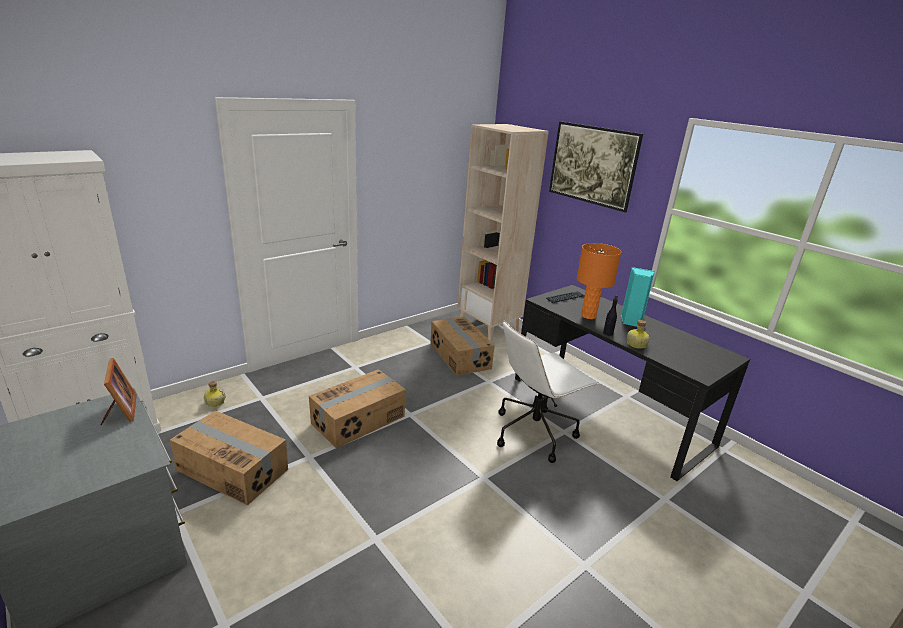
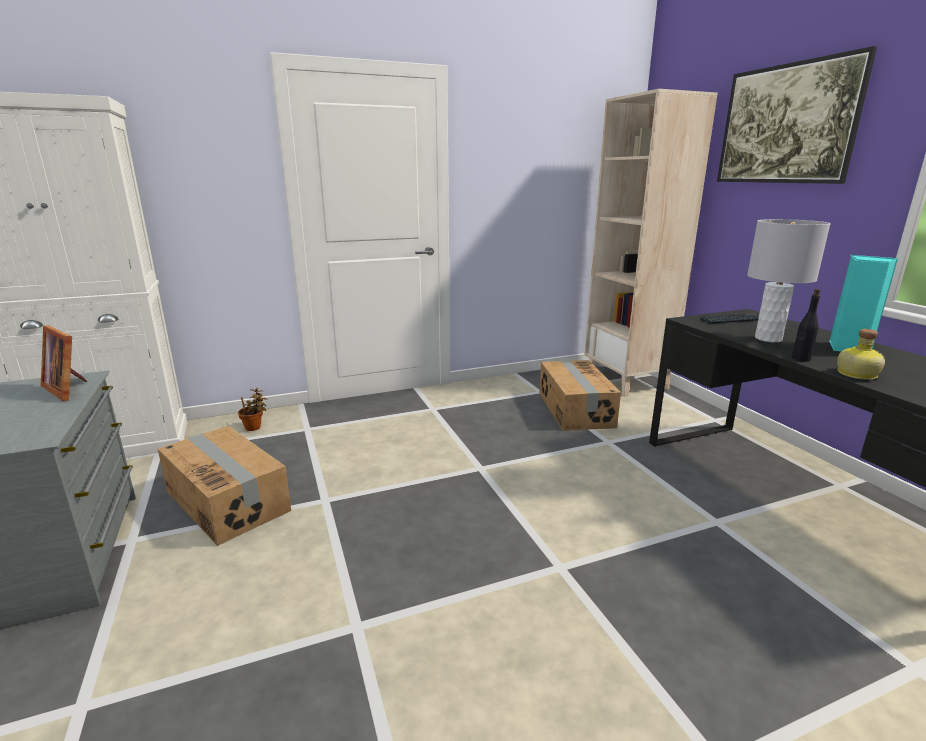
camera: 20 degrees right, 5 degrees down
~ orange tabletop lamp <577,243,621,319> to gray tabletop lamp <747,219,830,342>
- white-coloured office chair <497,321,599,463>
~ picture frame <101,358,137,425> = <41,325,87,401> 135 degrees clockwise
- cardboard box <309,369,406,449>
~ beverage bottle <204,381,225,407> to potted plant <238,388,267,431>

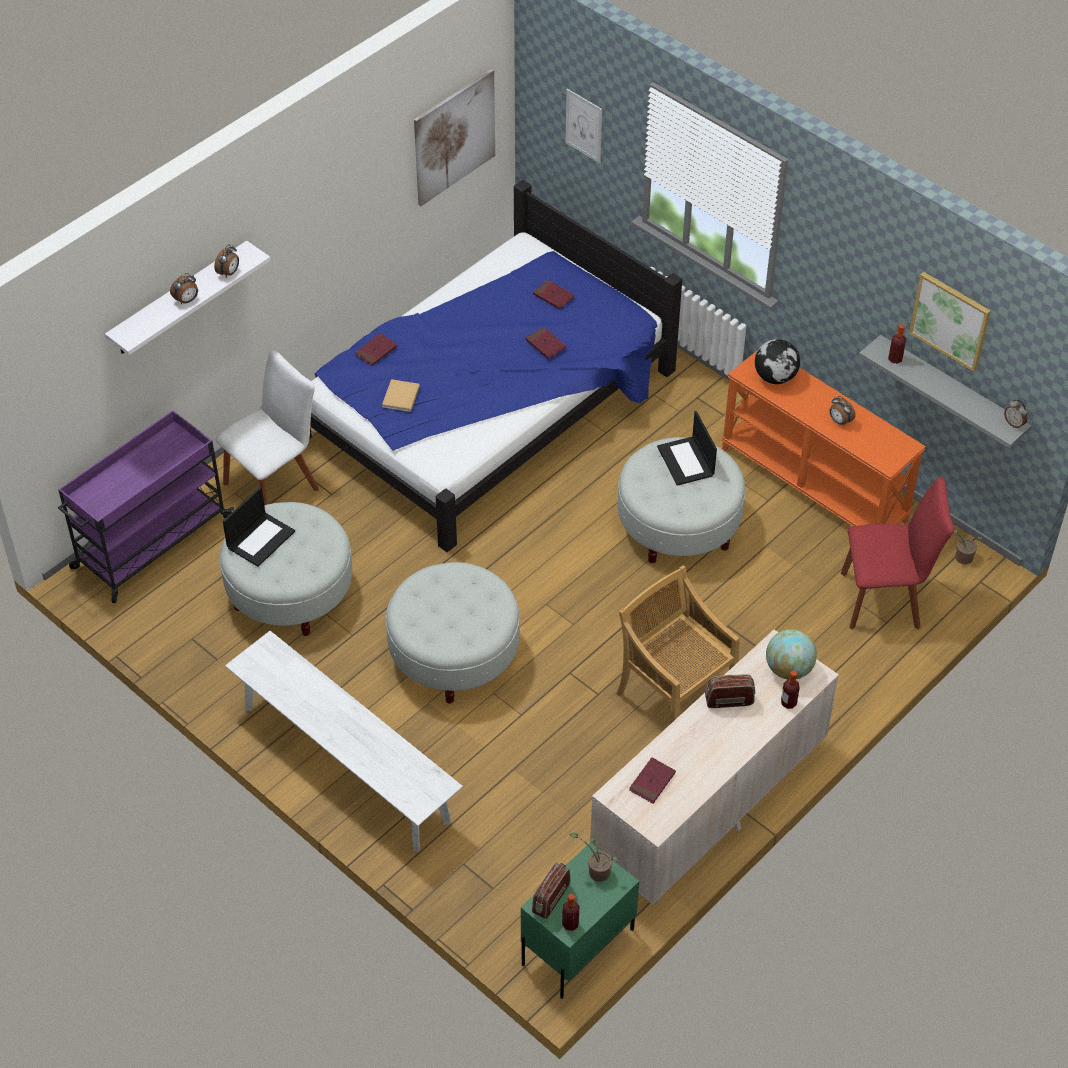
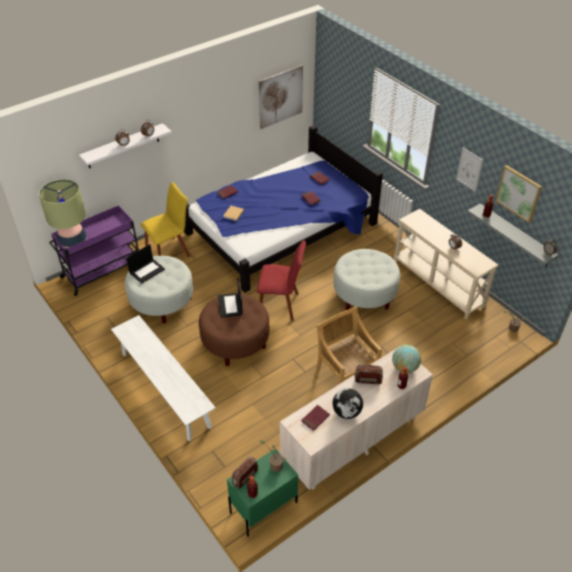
camera: 10 degrees right, 5 degrees down
~ picture <566,89,602,163> to <456,148,483,192>
~ globe <755,339,800,384> to <333,388,363,419>
~ white-coloured plain chair <215,350,319,505> to yellowish plain chair <141,182,190,257>
~ orange narrow table <721,350,926,526> to beige narrow table <394,209,498,319>
~ laptop <657,411,717,486> to <218,278,243,318>
~ red-coloured plain chair <841,477,954,630> to <257,240,306,321>
~ white-coloured pouffe <386,562,520,704> to brownish pouffe <199,294,270,366>
+ tabletop lamp <39,179,87,248>

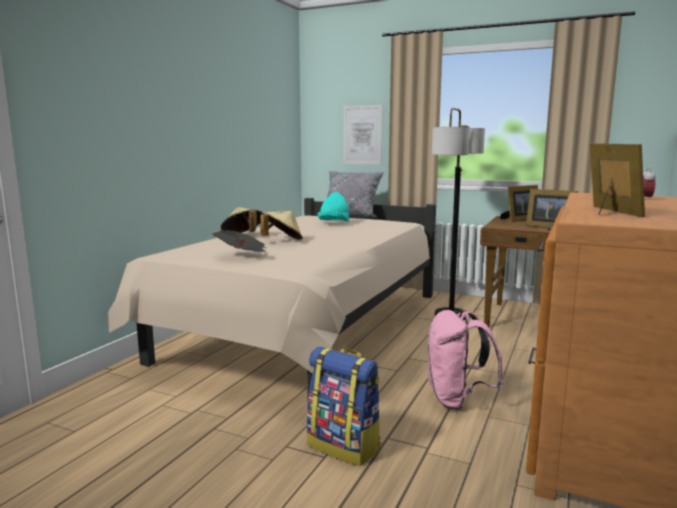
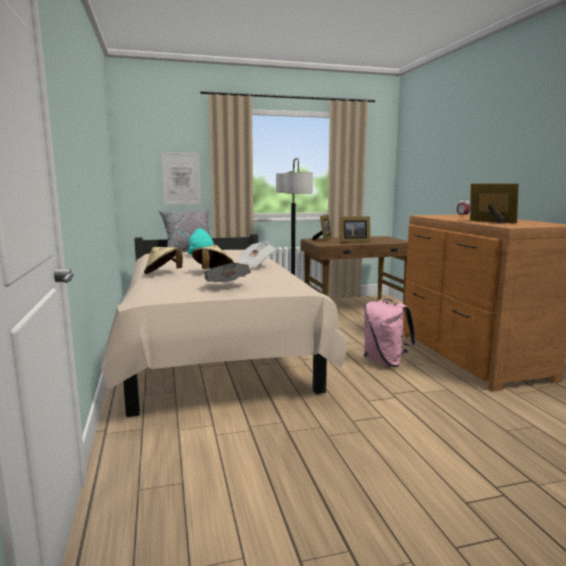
camera: 40 degrees left, 0 degrees up
- knapsack <307,347,380,466>
+ newspaper <237,241,274,268>

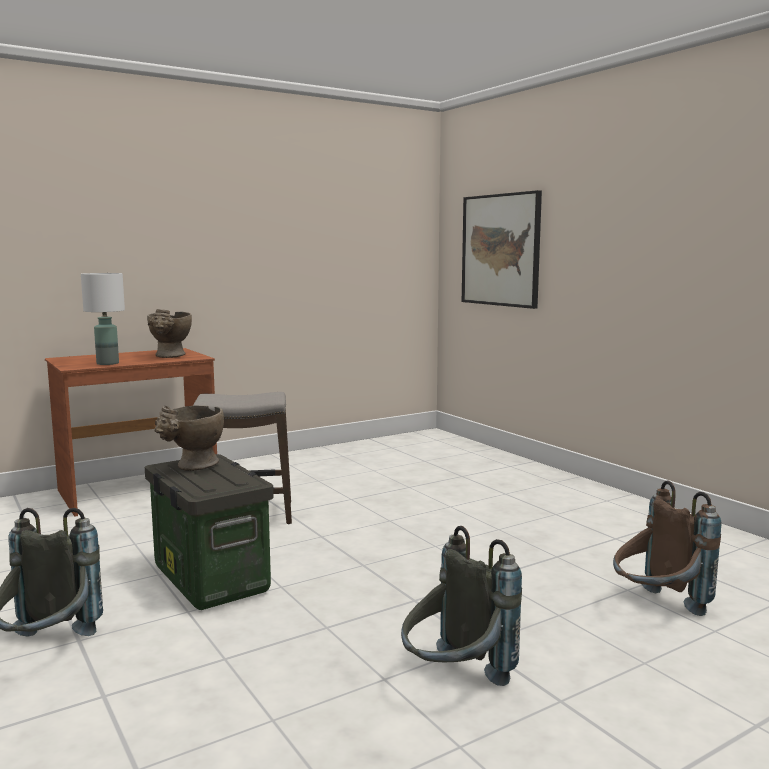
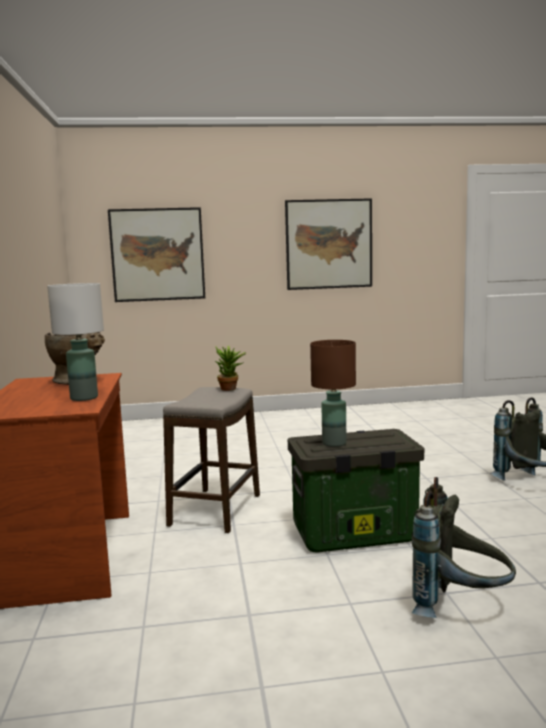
camera: 65 degrees left, 0 degrees up
~ beige vase <154,405,224,471> to brownish tabletop lamp <310,340,356,447>
- brownish knapsack <613,481,721,616>
+ picture <285,198,372,290>
+ potted plant <215,346,246,391>

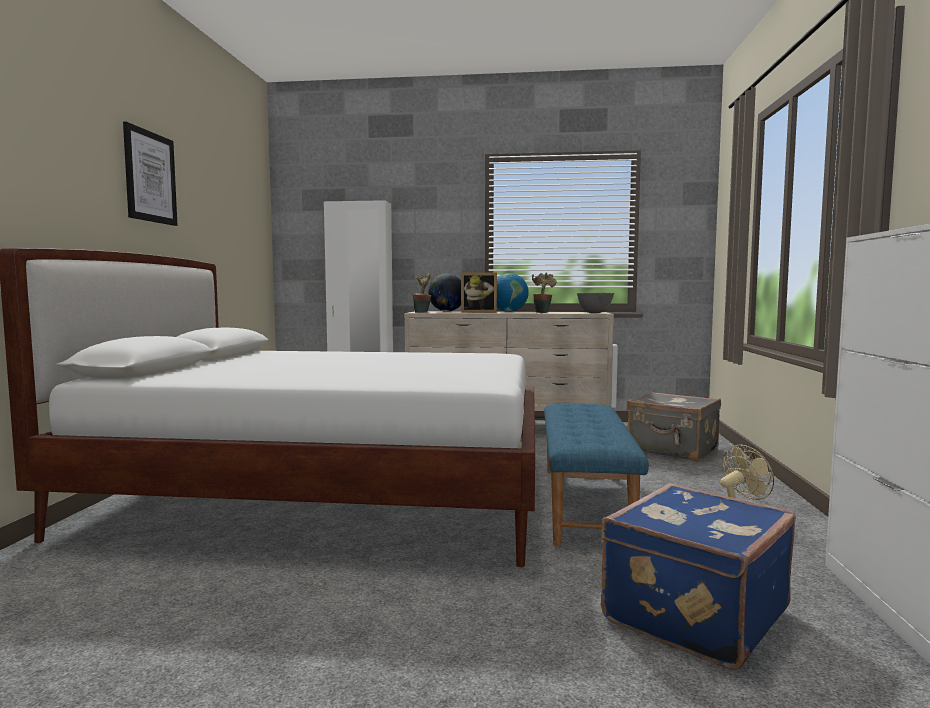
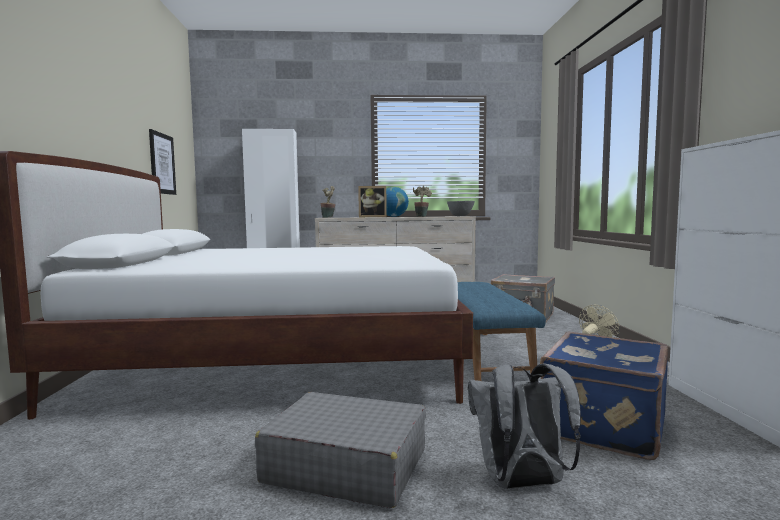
camera: 10 degrees left, 0 degrees up
~ picture <123,121,177,226> to <149,129,176,195>
- globe <428,273,461,312>
+ gray knapsack <468,363,581,489>
+ gray suitcase <255,392,426,508>

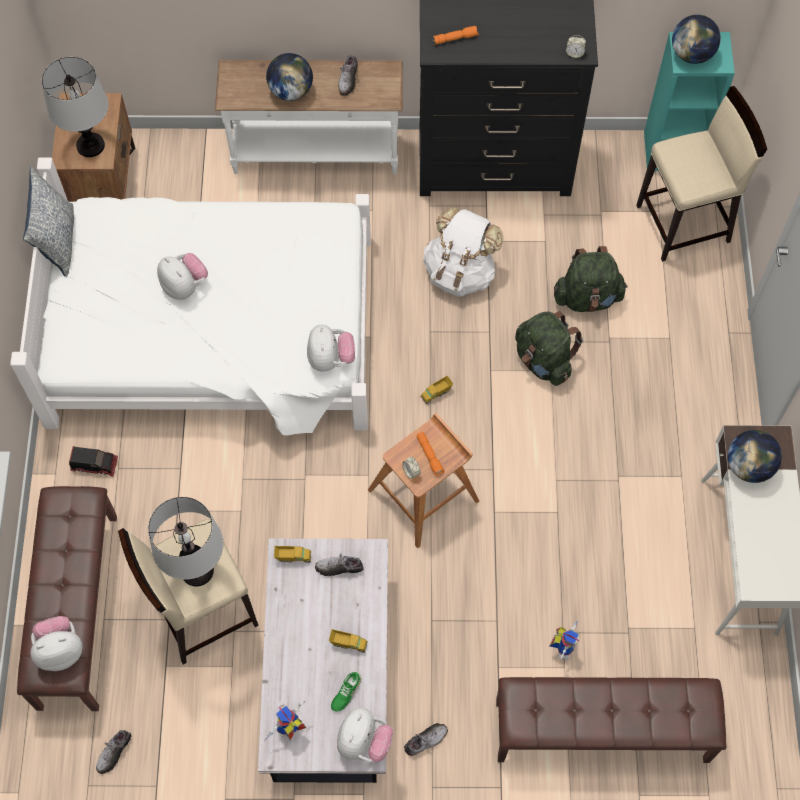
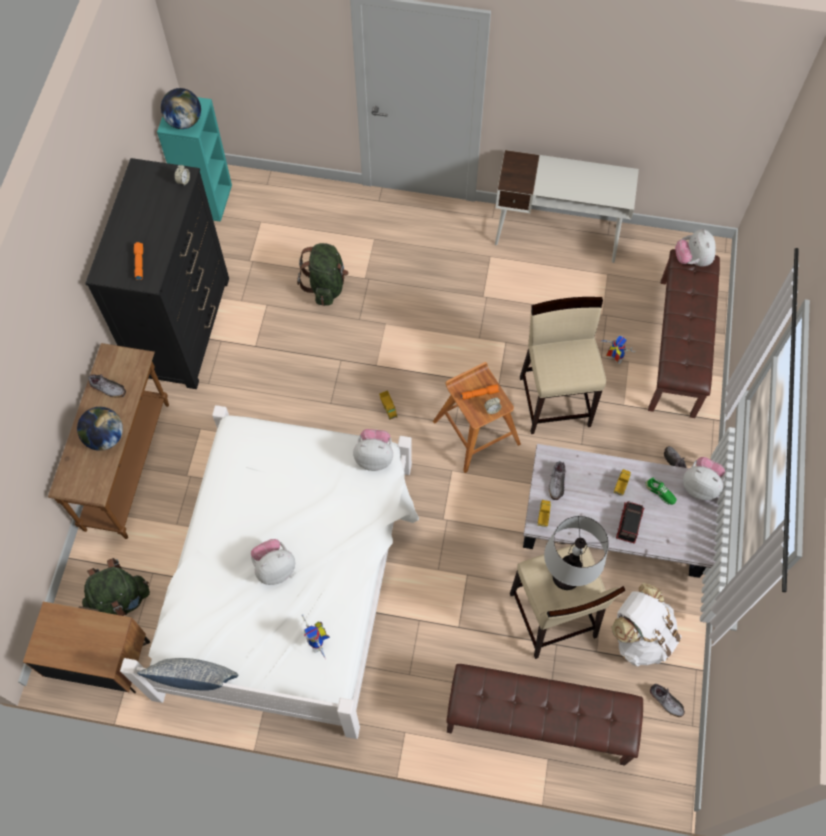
camera: 80 degrees left, 0 degrees up
- tabletop lamp <42,57,108,157>
~ white-coloured narrow table <215,60,403,175> to brownish narrow table <48,343,169,539>
~ beige stool <636,86,767,262> to <520,297,606,434>
~ white-coloured knapsack <423,207,504,297> to <611,583,681,666>
~ green-coloured knapsack <515,311,583,386> to <82,558,150,616>
- globe <728,430,782,483>
~ model truck <69,446,118,477> to <616,501,645,544>
~ plush toy <30,616,82,671> to <675,229,716,267>
~ toy robot <264,700,306,741> to <302,614,330,659>

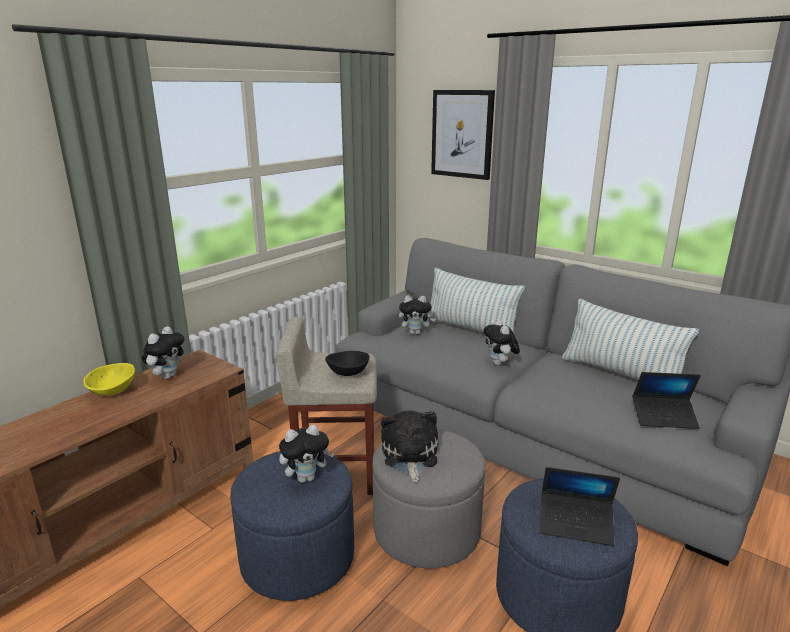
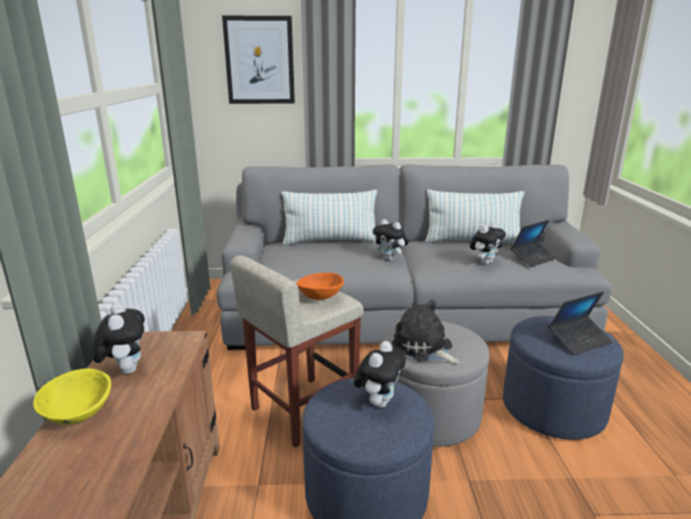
camera: 40 degrees left, 0 degrees up
~ plush toy <399,295,436,335> to <470,222,506,265>
~ blackish deep dish <325,351,370,376> to orange deep dish <296,272,344,300>

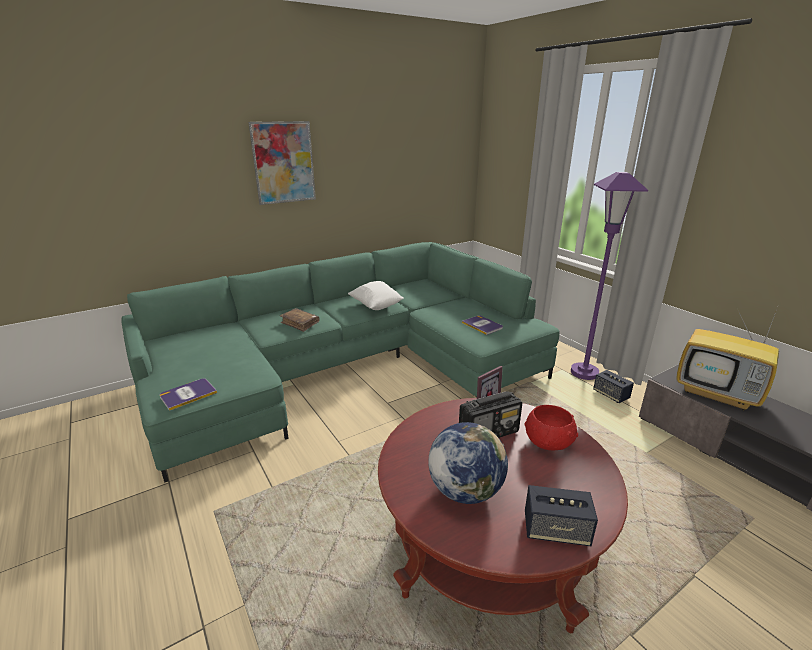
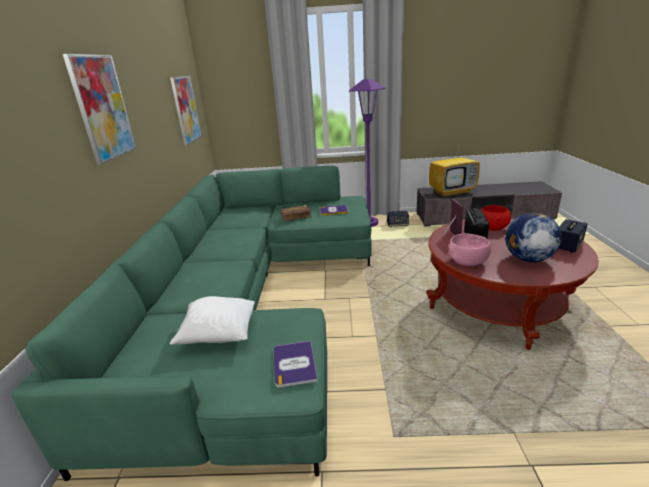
camera: 55 degrees left, 0 degrees up
~ white-coloured cushion <348,281,404,310> to <170,296,255,345>
~ brownish bound book <280,308,319,332> to <280,205,312,222>
+ picture <170,76,202,145>
+ pink deep dish <449,234,491,266>

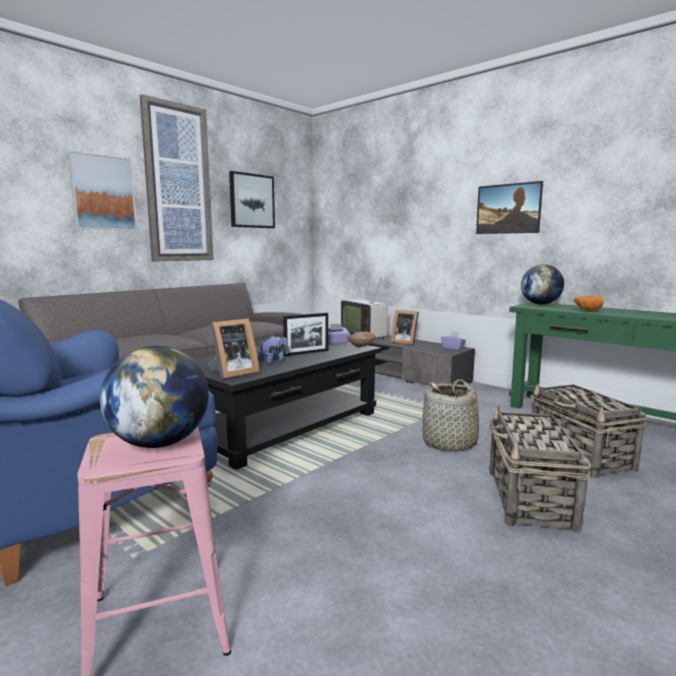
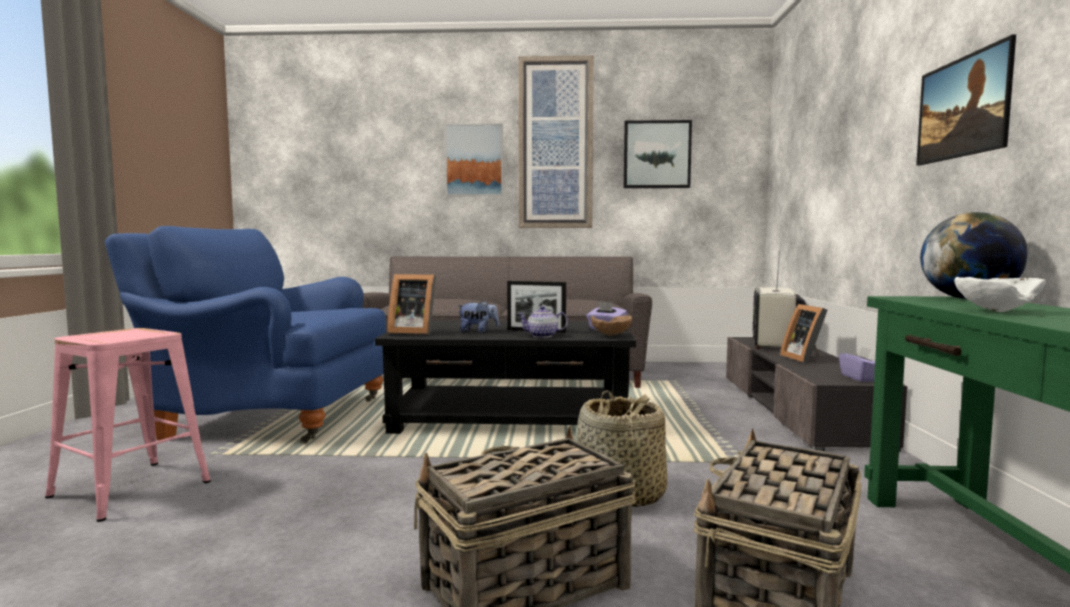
camera: 50 degrees right, 5 degrees down
~ orange deep dish <574,296,604,311> to white-coloured deep dish <954,277,1046,312>
- globe <100,346,209,448>
+ pot for tea <518,306,568,338>

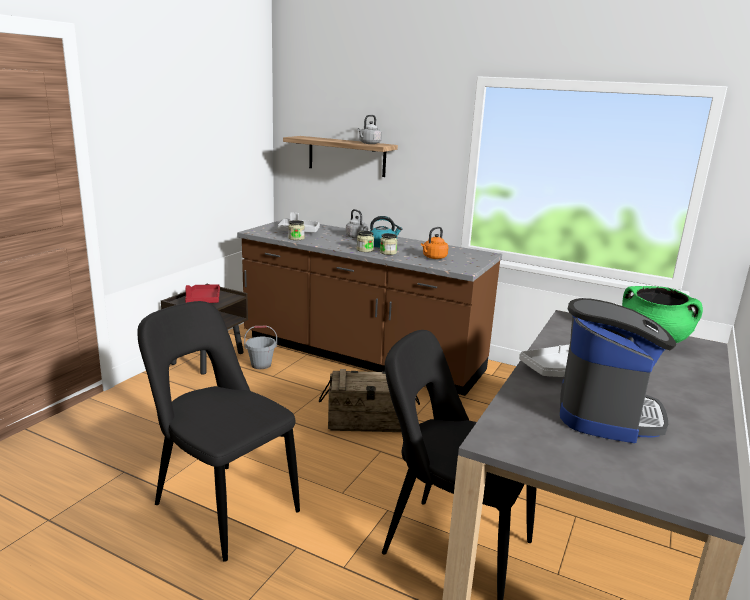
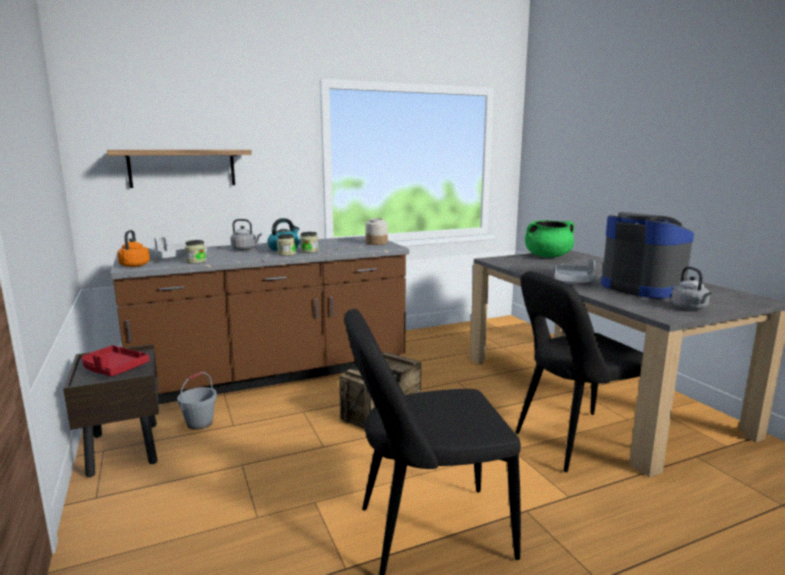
camera: 50 degrees left, 5 degrees down
~ gray kettle <357,115,382,144> to <671,266,711,310>
~ orange kettle <421,227,448,259> to <117,230,150,267>
+ jar <365,218,388,245>

